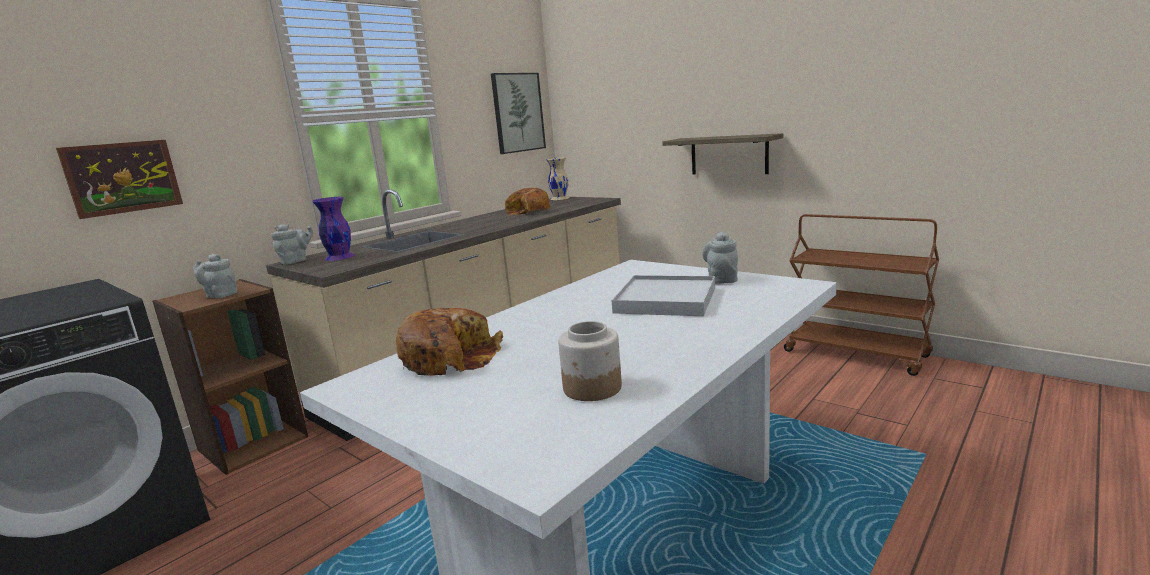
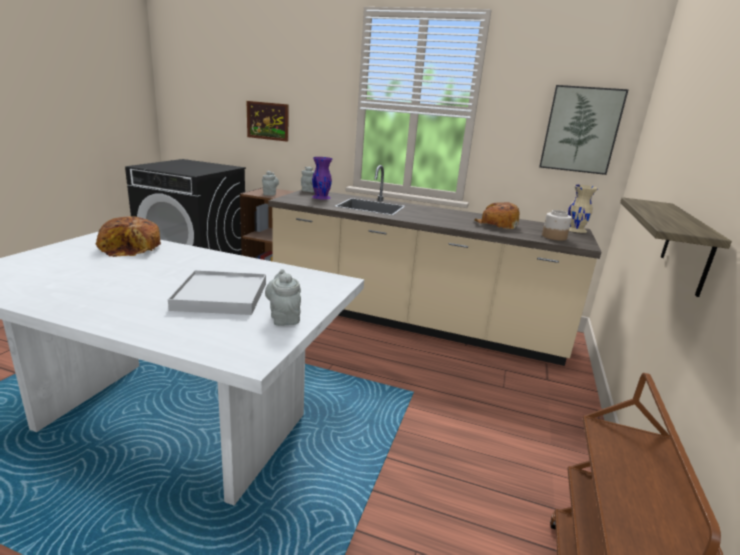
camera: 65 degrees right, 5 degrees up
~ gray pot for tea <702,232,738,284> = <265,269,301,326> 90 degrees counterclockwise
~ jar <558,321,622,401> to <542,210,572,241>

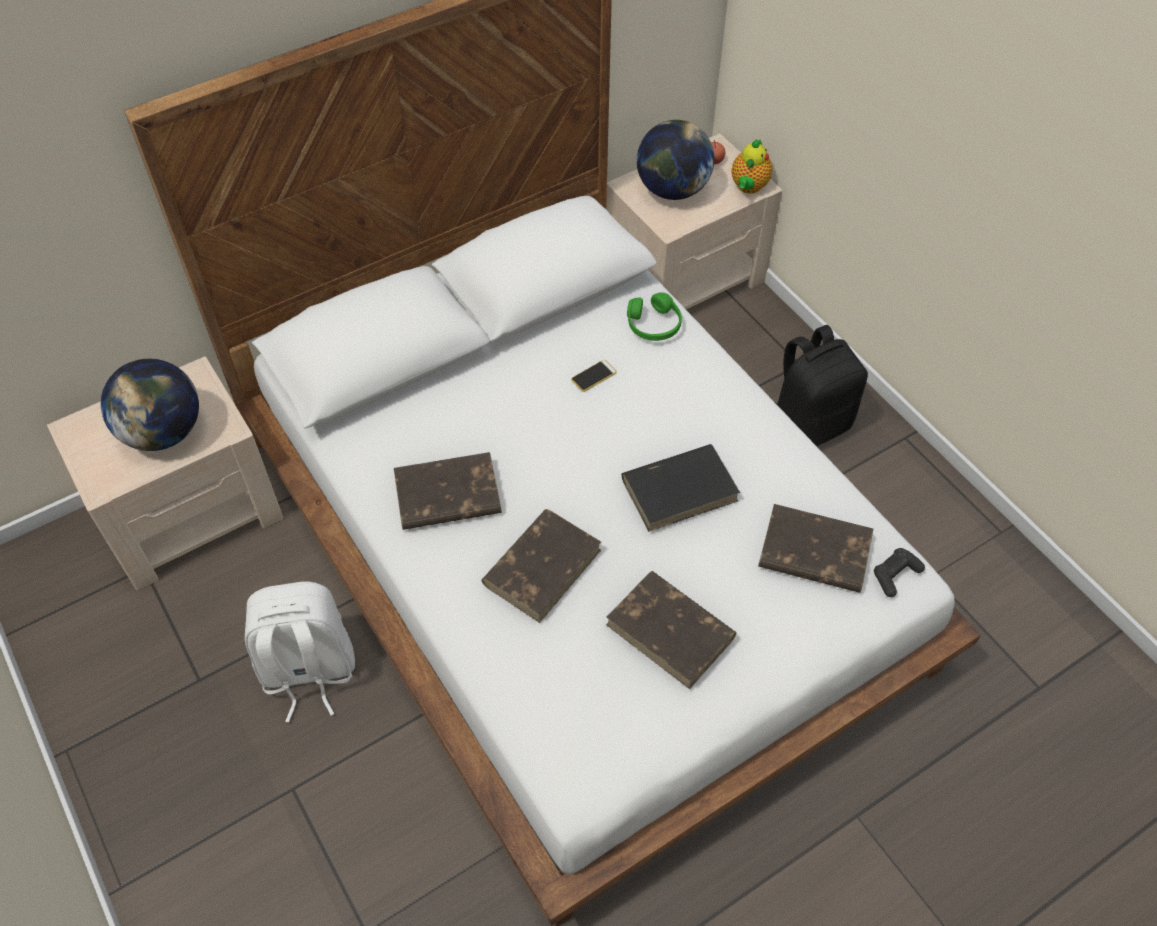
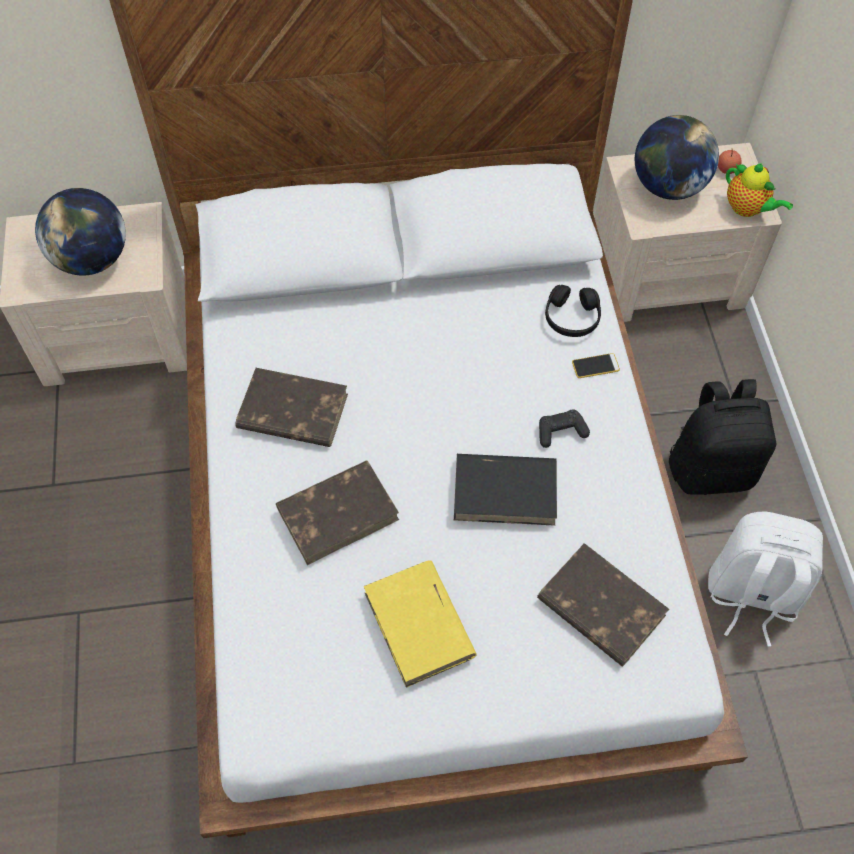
camera: 25 degrees right, 5 degrees up
~ pot for tea <731,140,772,194> = <726,164,793,217> 90 degrees counterclockwise
~ green-coloured headphones <627,292,682,341> to blackish headphones <545,285,601,337>
~ handset <571,360,617,392> to <572,353,620,378>
~ blackish joypad <874,548,925,597> to <539,409,590,448>
~ brownish bound book <606,571,736,689> to yellowish bound book <364,560,477,688>
~ white-coloured knapsack <245,582,355,722> to <708,512,823,647>

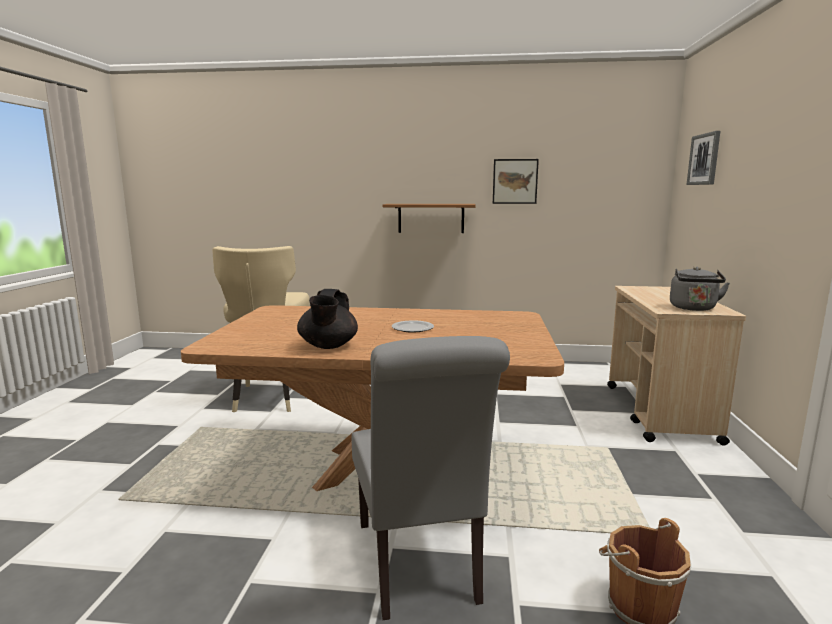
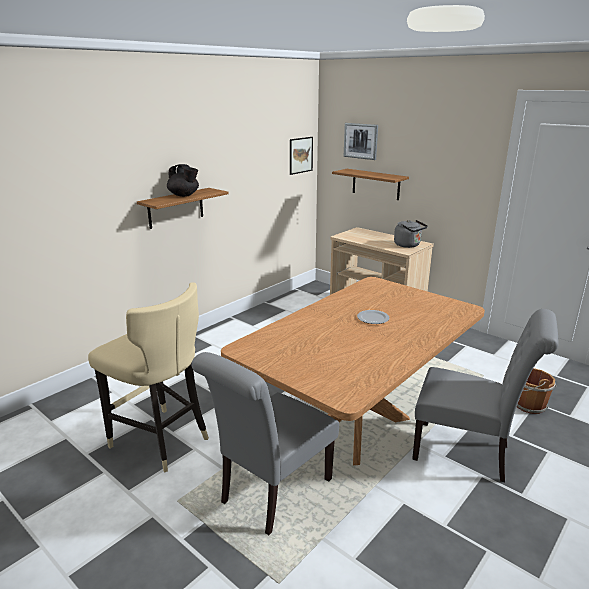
camera: 55 degrees left, 10 degrees up
~ picture <493,159,539,204> to <290,137,313,175>
~ blackish pot for tea <297,289,358,349> to <167,164,199,197>
+ wall shelf <332,169,409,200>
+ gray plain chair <191,352,339,535>

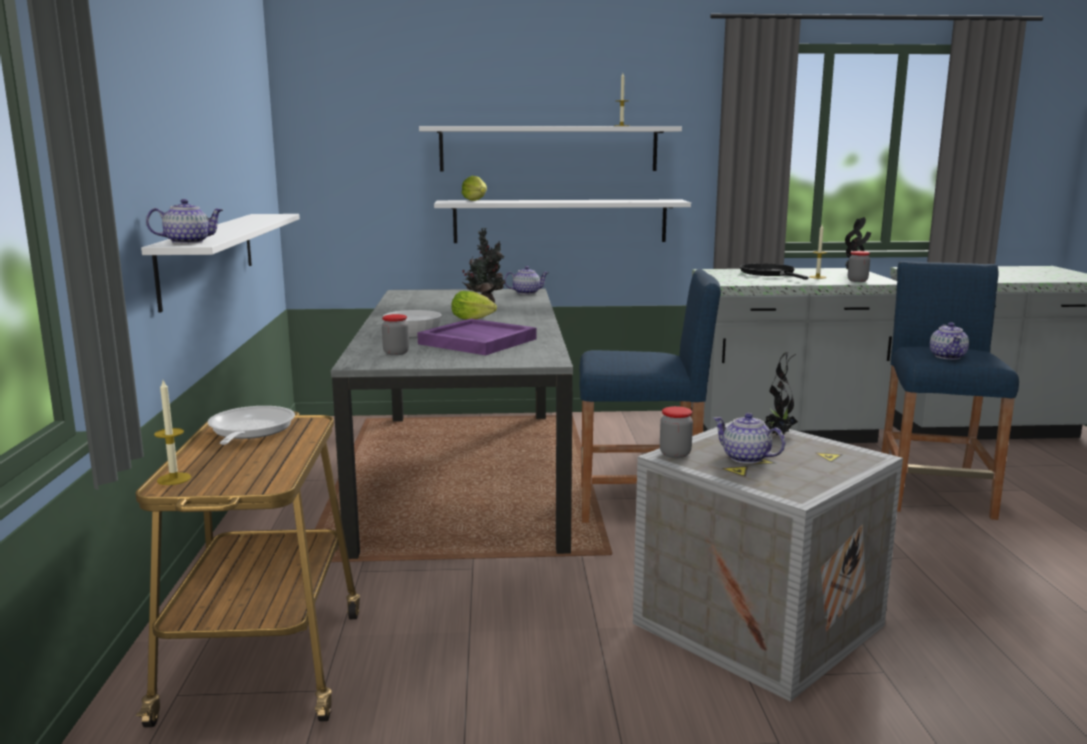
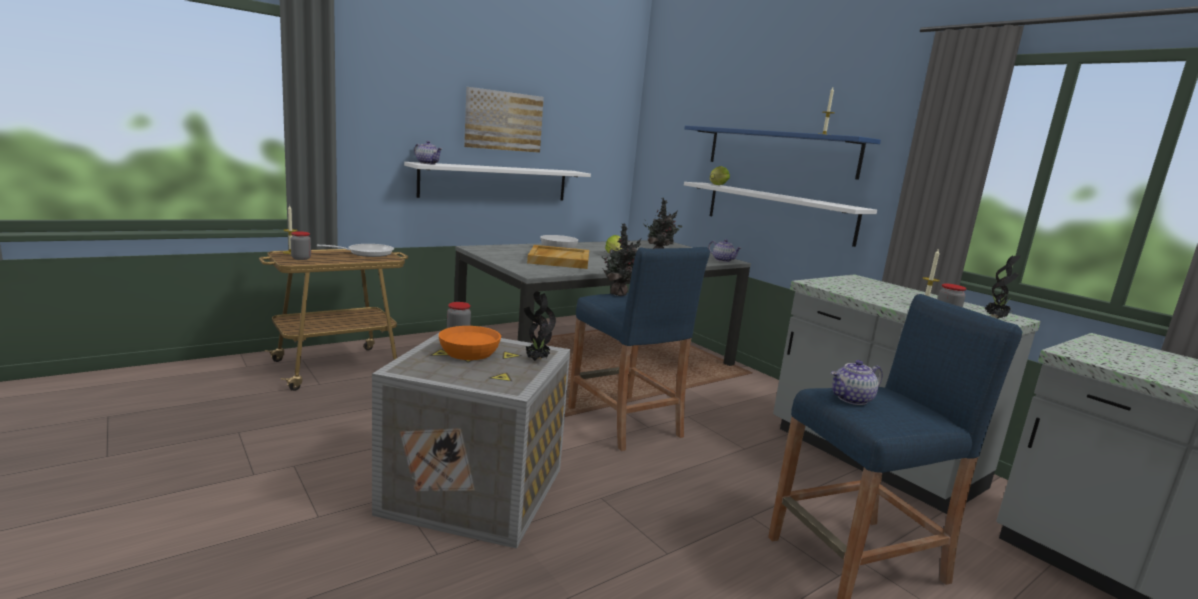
camera: 55 degrees right, 0 degrees up
~ white-coloured wall shelf <419,126,682,171> to bluish wall shelf <684,126,881,180>
- blackish skillet <740,263,809,280>
~ jar <382,314,409,355> to <291,231,311,260>
~ purple-coloured serving tray <417,319,537,355> to beige serving tray <527,245,589,269>
~ pot for tea <713,413,785,464> to orange deep dish <439,326,501,360>
+ picture <464,87,544,153>
+ potted plant <601,224,642,296>

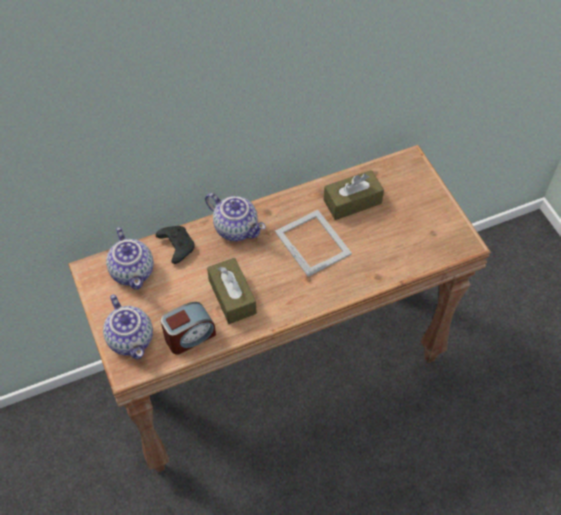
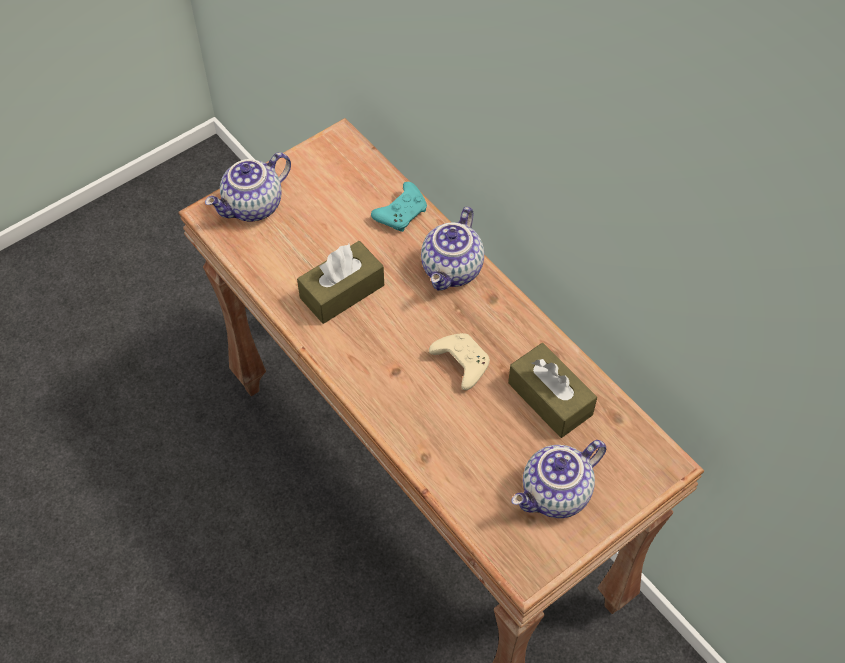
camera: 75 degrees right, 0 degrees up
~ picture frame <275,210,352,277> to beige joypad <429,333,490,390>
~ blackish joypad <156,226,195,264> to blue-green joypad <371,182,427,232>
~ pot for tea <106,227,154,290> to <511,440,606,518>
- bedside clock <161,302,216,355>

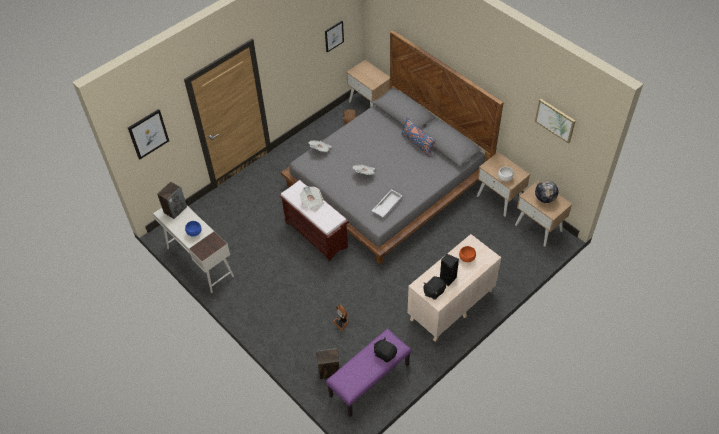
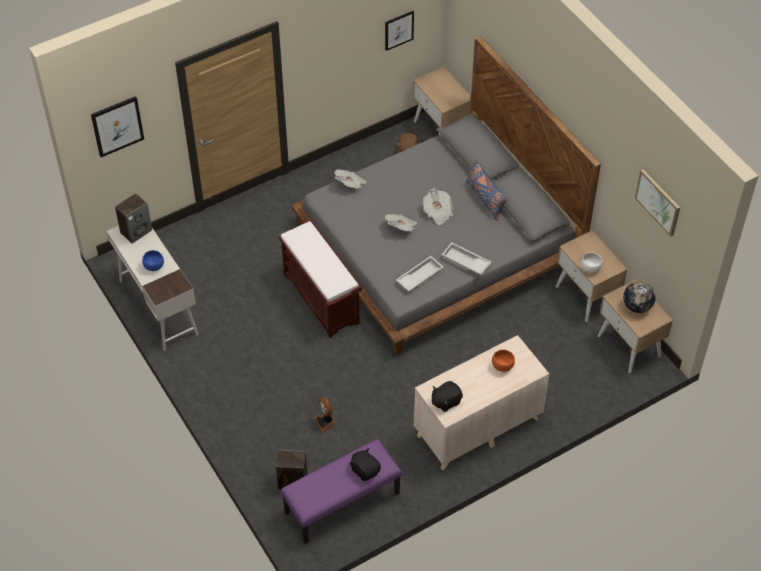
camera: 10 degrees right, 0 degrees up
~ newspaper <300,186,324,212> to <423,189,453,225>
- blackish loudspeaker <440,254,459,287>
+ white-coloured serving tray <442,242,491,275>

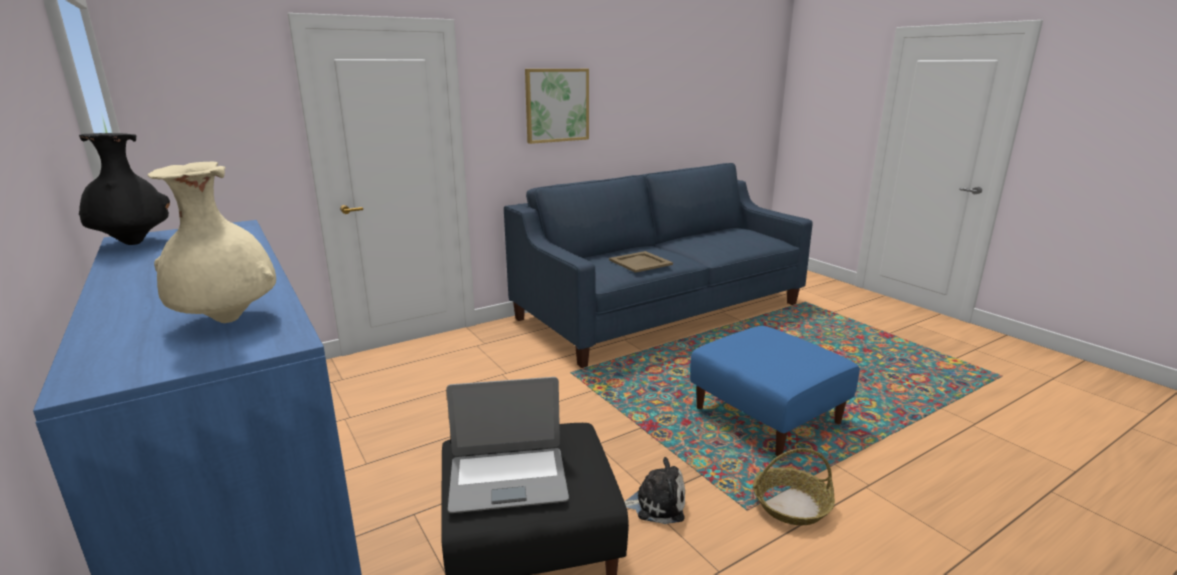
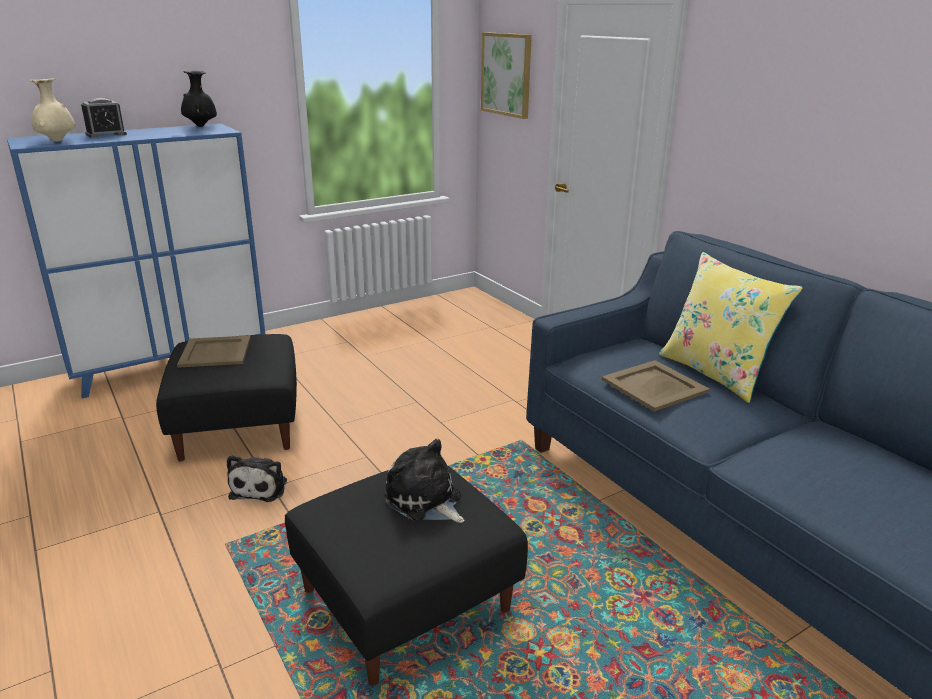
camera: 90 degrees right, 5 degrees up
~ picture <525,69,589,144> to <481,32,532,119>
~ bluish pouffe <690,326,860,456> to blackish pouffe <285,465,528,686>
~ laptop <446,377,569,513> to beige serving tray <177,336,251,368>
- household basket <753,448,835,525>
+ bedside clock <81,98,127,138>
+ yellowish cushion <659,252,803,403>
+ plush toy <384,439,465,523>

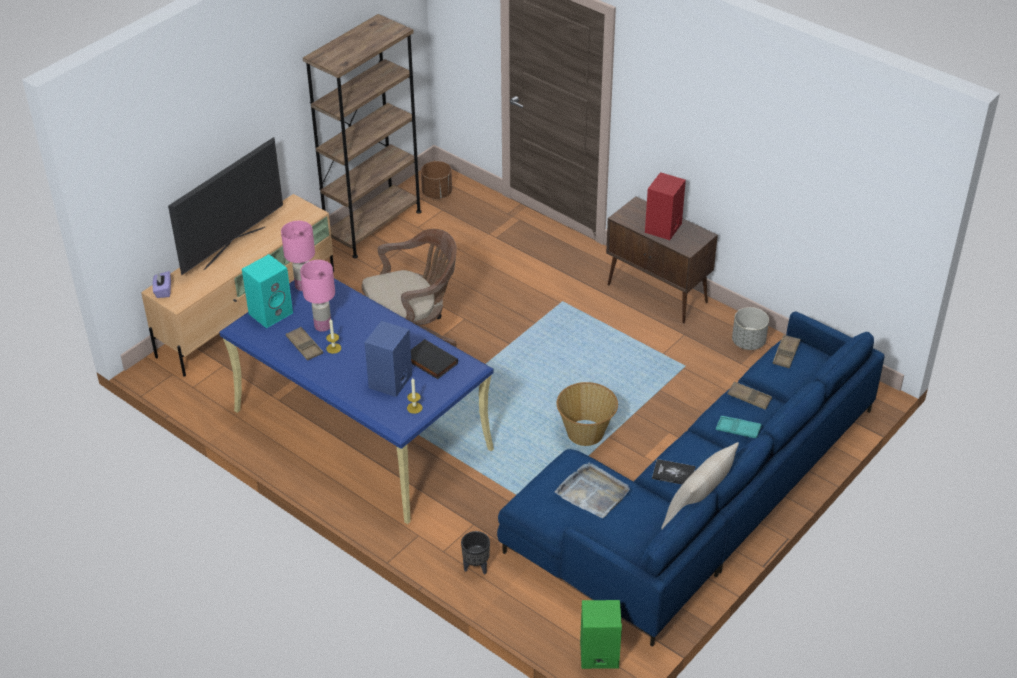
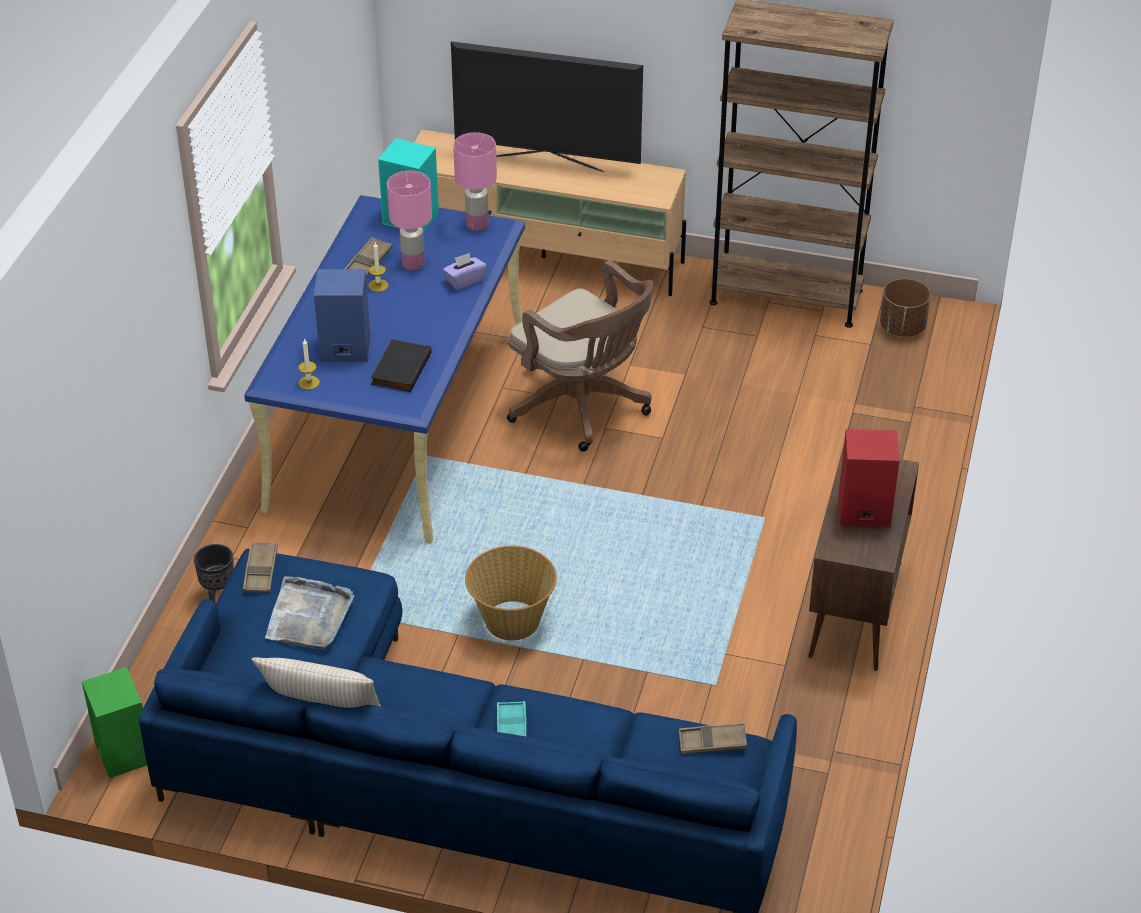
camera: 65 degrees right, 0 degrees up
~ purple-coloured tissue box <152,271,171,298> to <443,253,487,290>
- gray flower pot <732,307,769,350>
~ brownish serving tray <728,381,772,410> to <243,542,278,593>
- bound book <652,459,695,484>

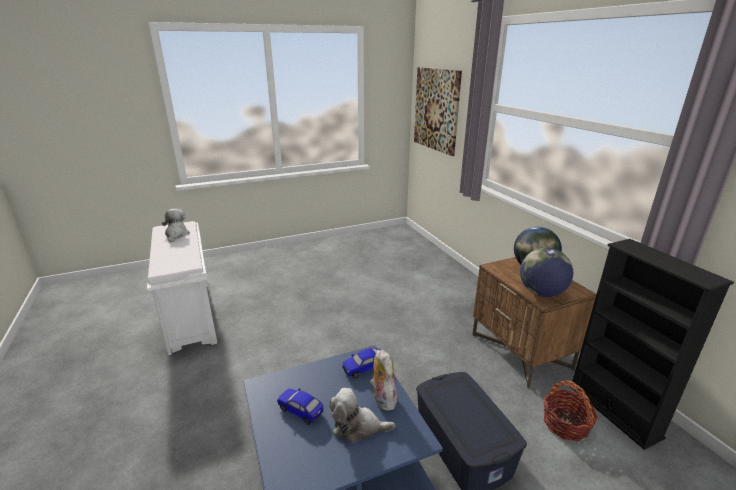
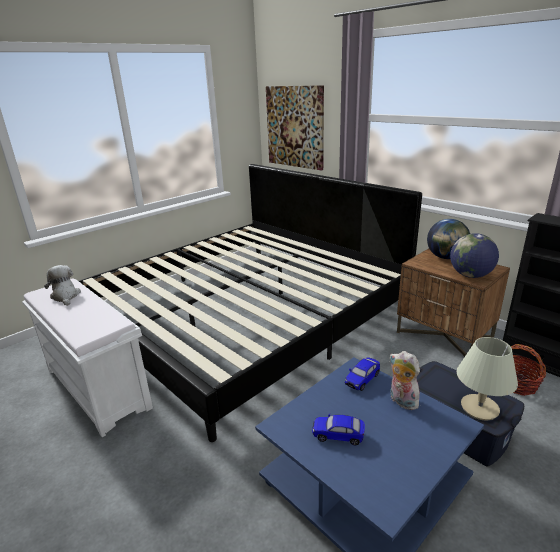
camera: 20 degrees left, 0 degrees up
- plush toy <329,388,395,443>
+ sleeping bed <79,164,422,442>
+ beige tabletop lamp <457,337,518,420>

